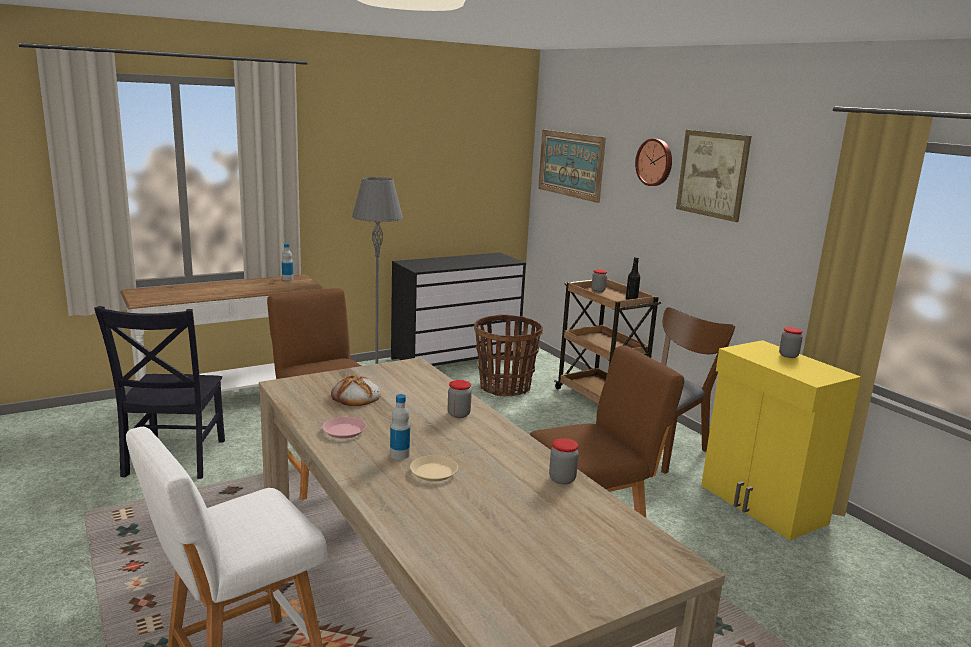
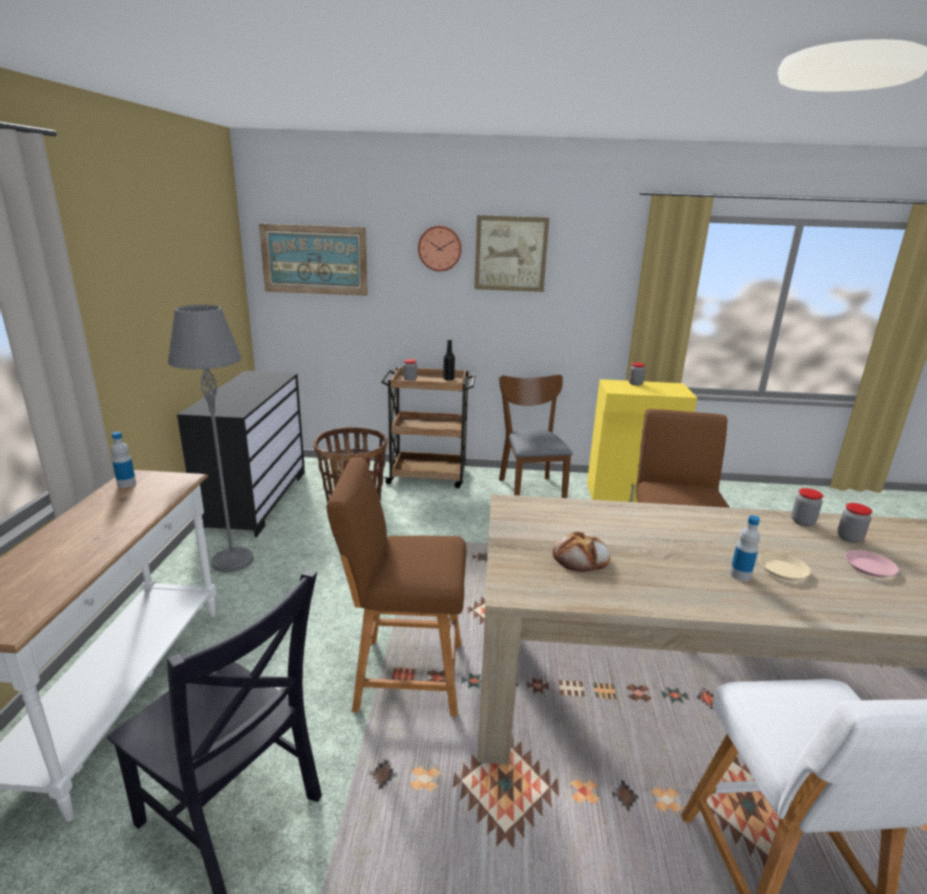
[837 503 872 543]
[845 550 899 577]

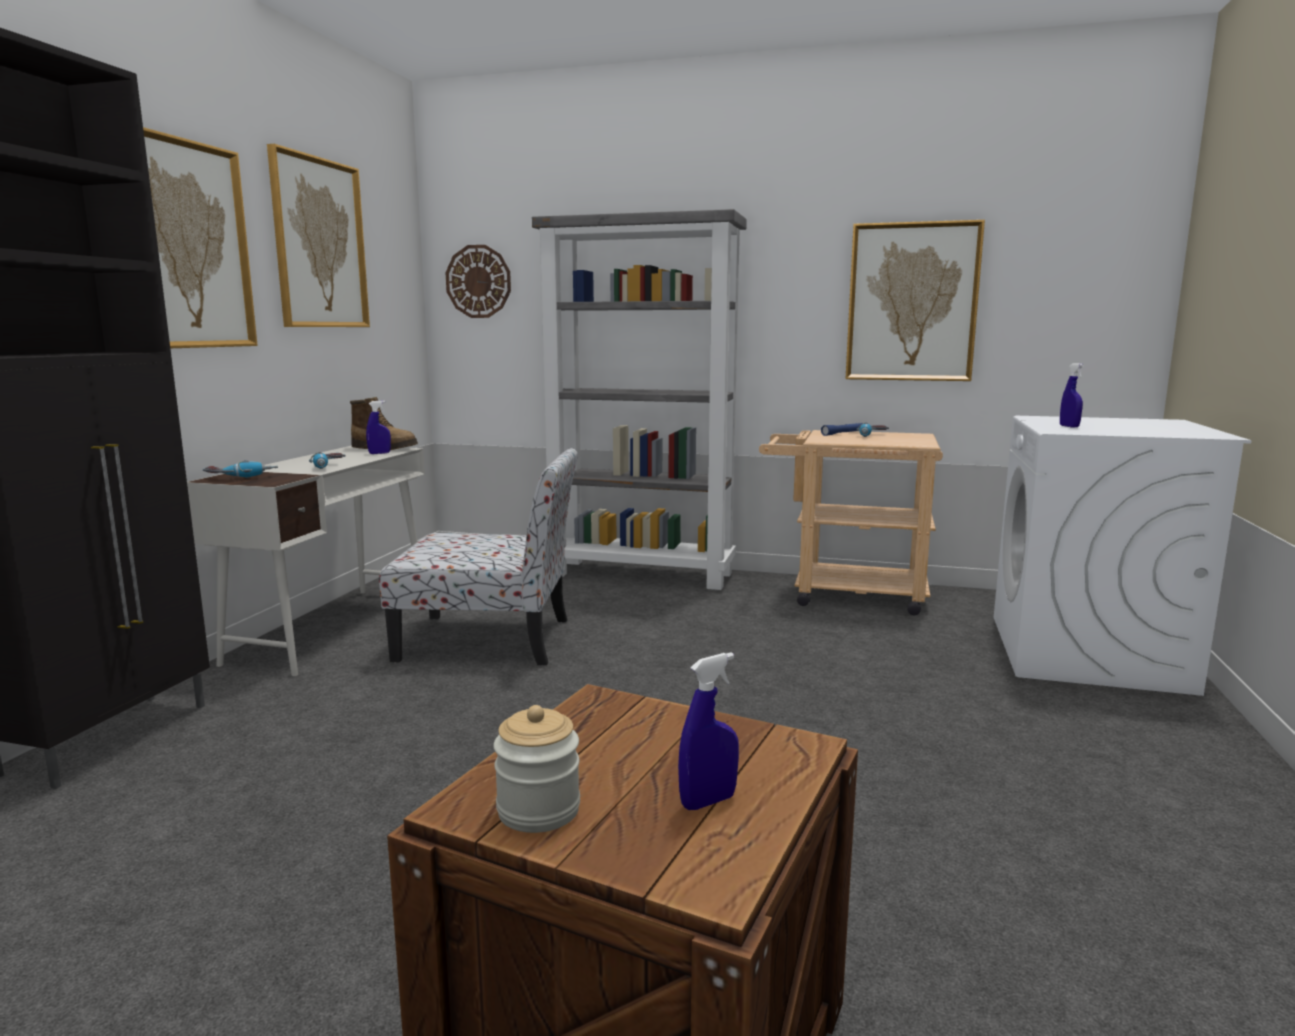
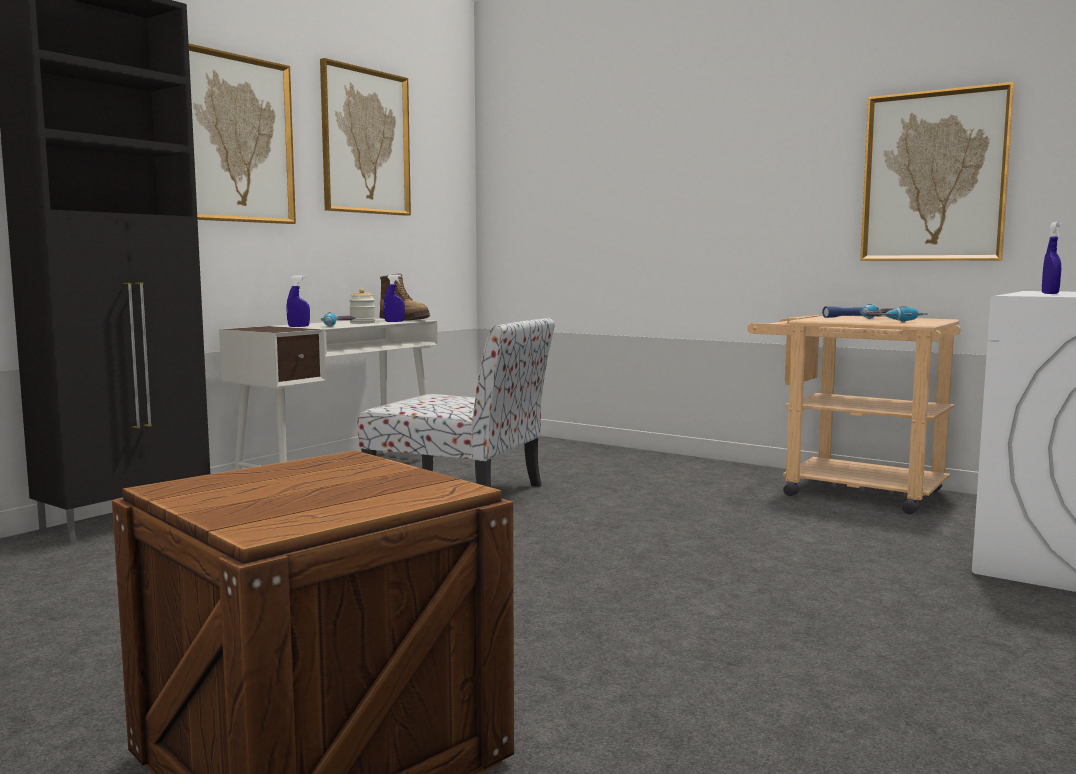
[287 275 310 327]
[349 288 375 324]
[864 306 928 322]
[446 245 511 318] (first image)
[532 209 747 590] (first image)

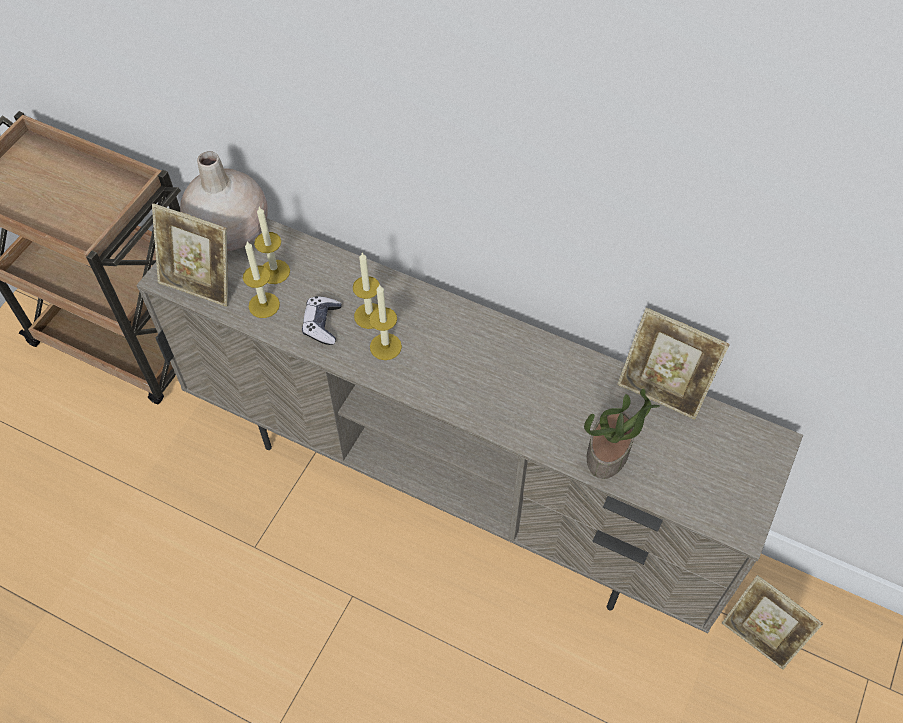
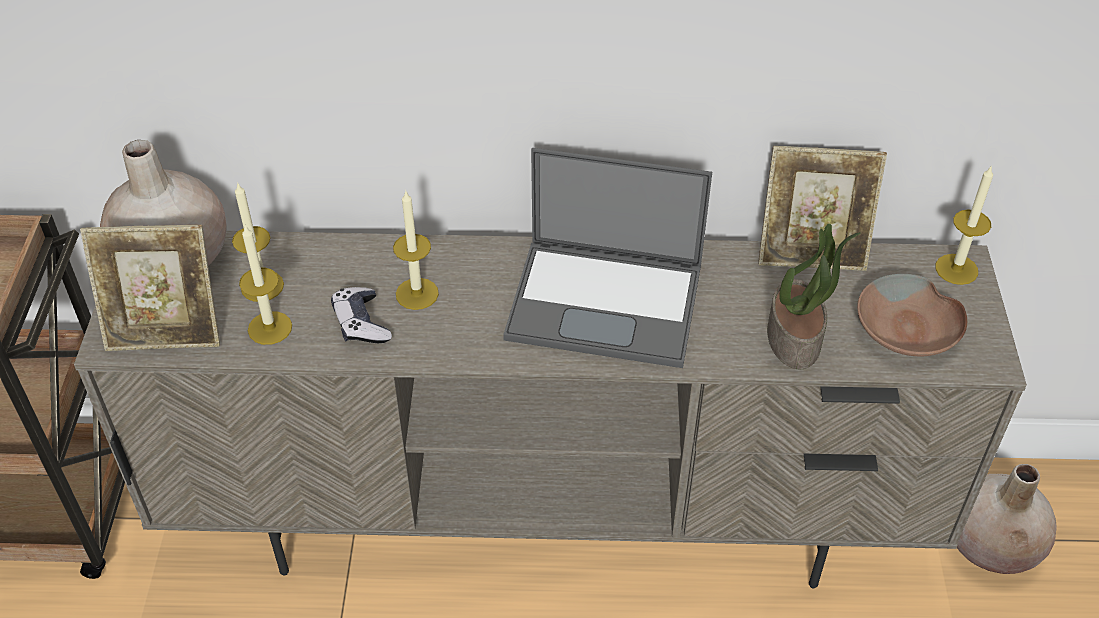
[503 148 712 368]
[857 274 967 356]
[935 165 993 285]
[957 464 1057 574]

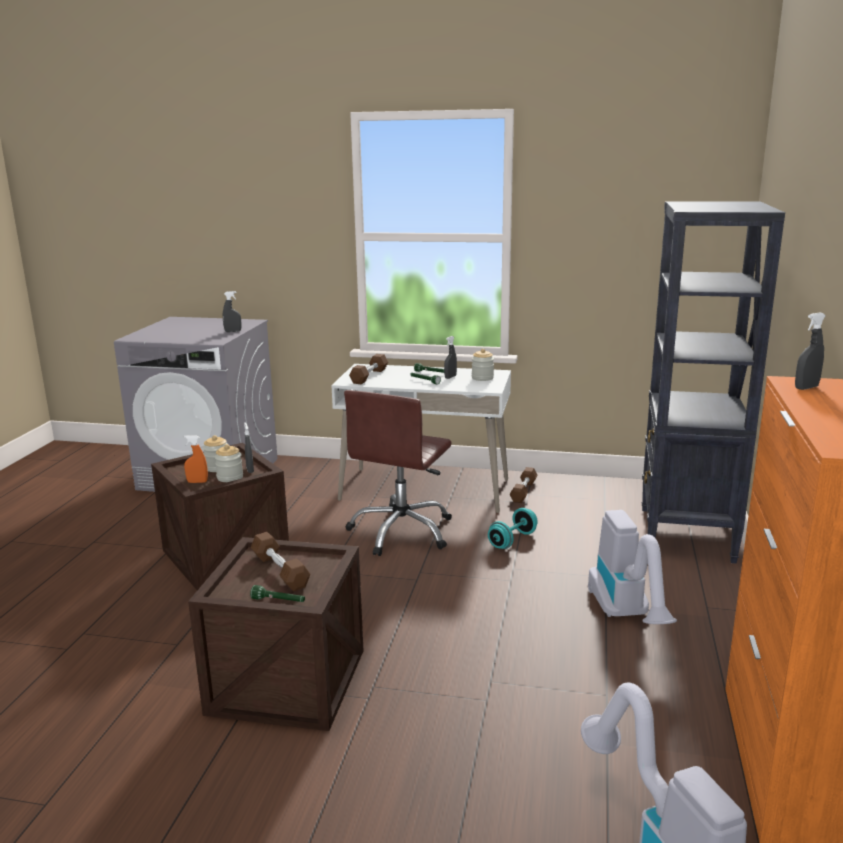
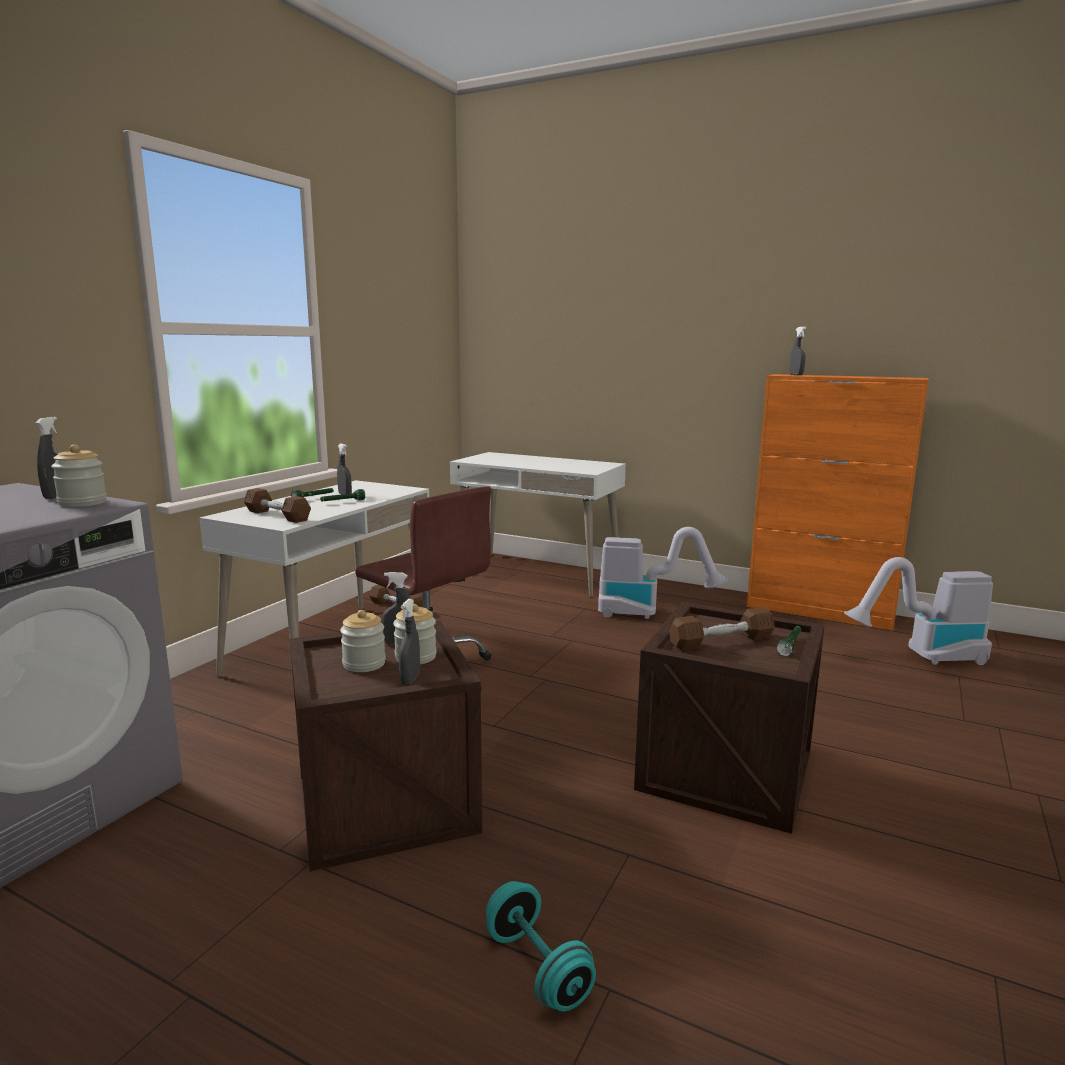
[51 445 107 507]
[399 599 420 685]
[450 452 626 597]
[486 881 596 1012]

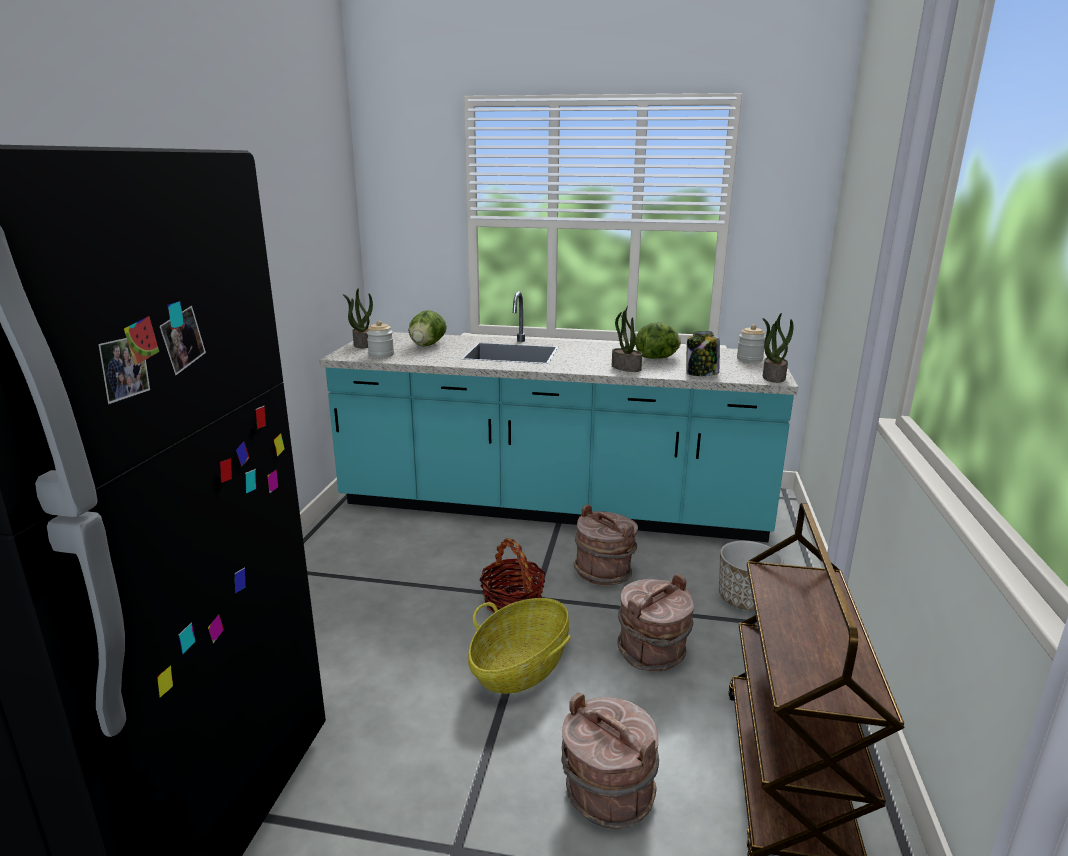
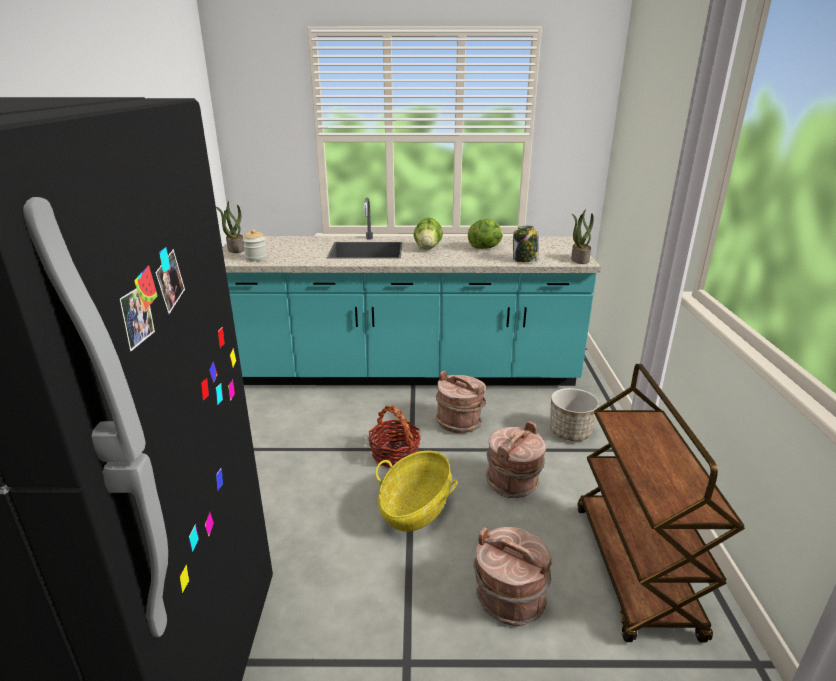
[414 218 443 250]
[612 306 642 372] (first image)
[737 325 766 362] (first image)

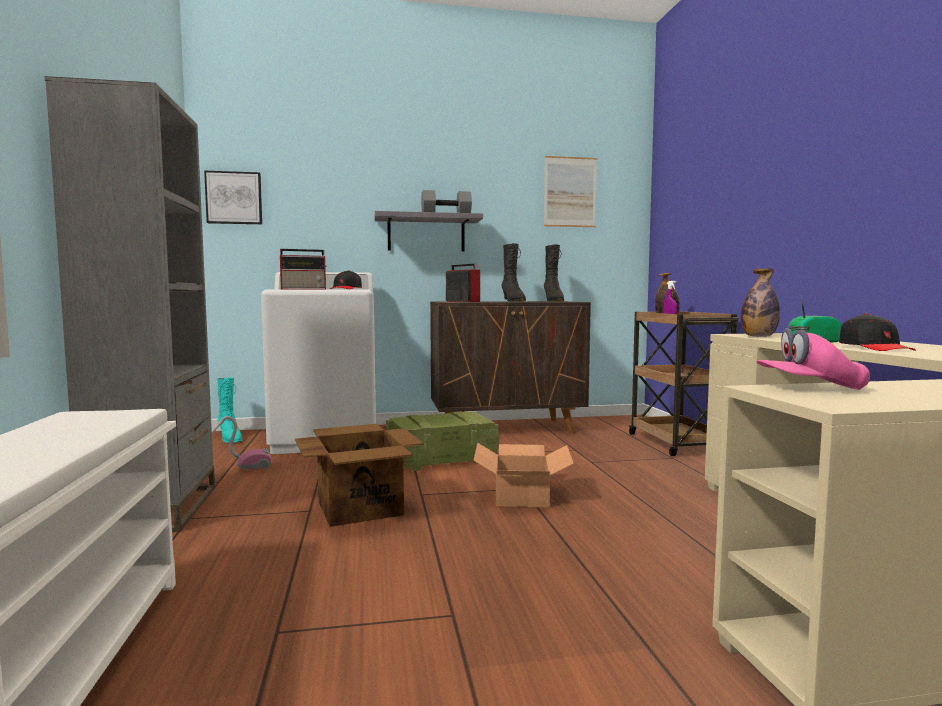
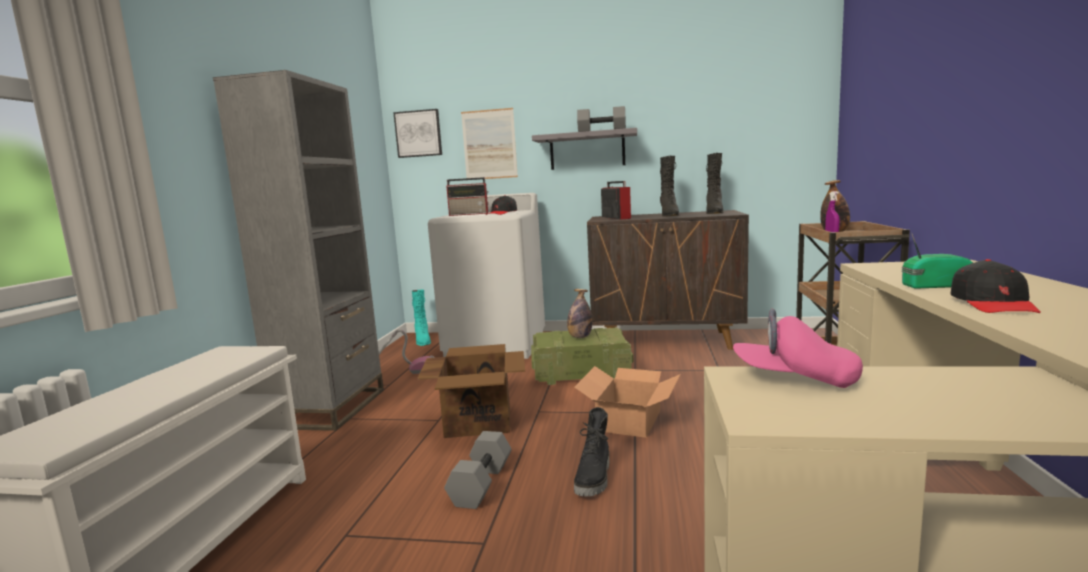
[444 431 512 509]
[461 108 518 179]
[567 289 592 338]
[574 407 609 497]

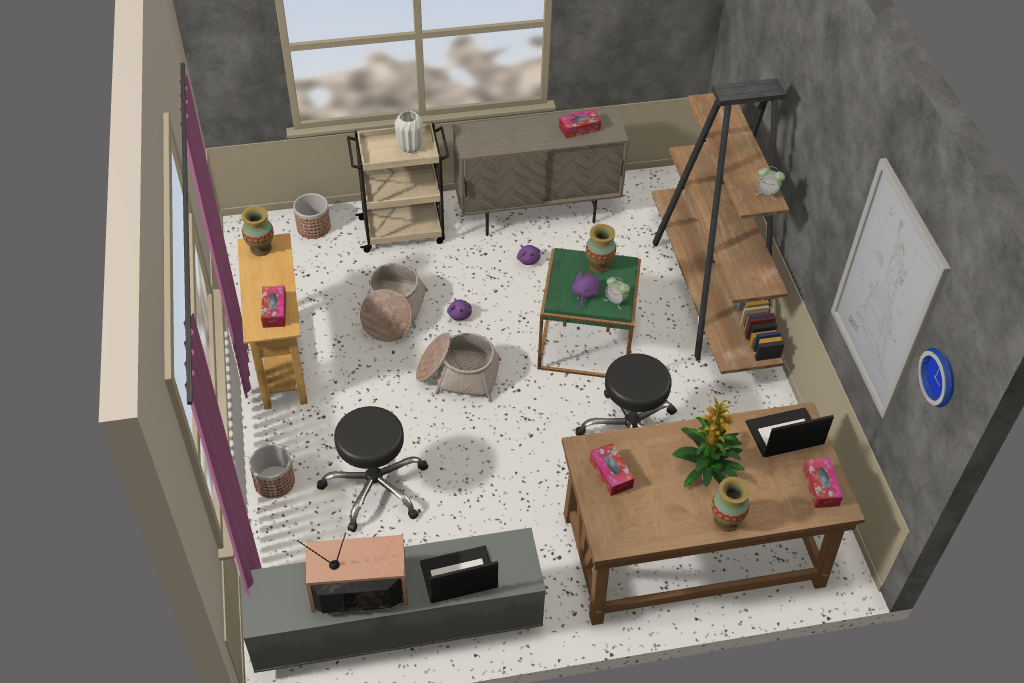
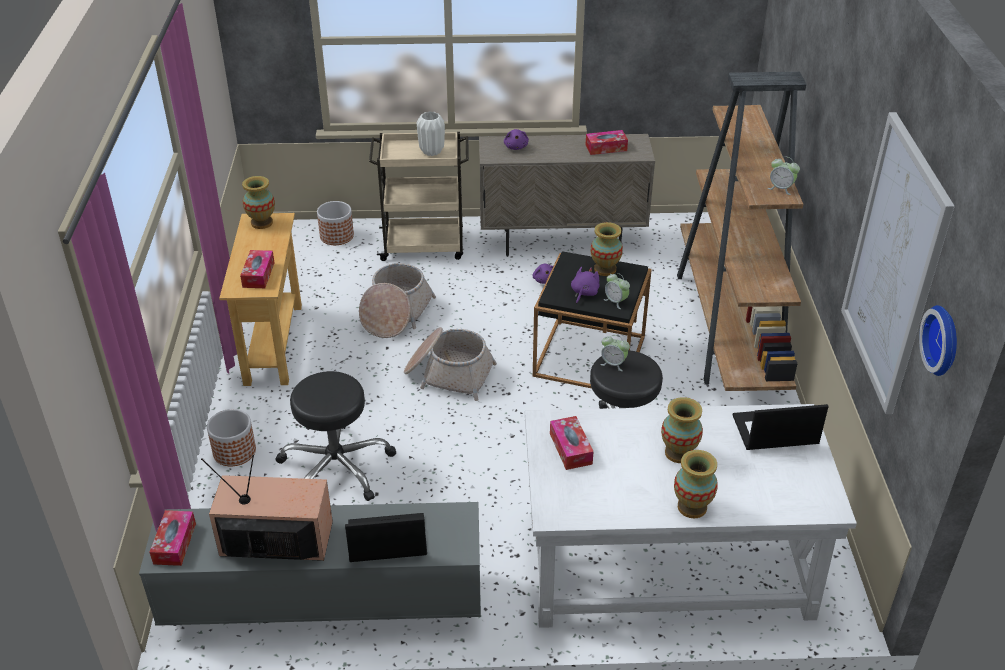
[150 510 196 566]
[504 129 529 150]
[525 404 857 628]
[533 251 652 388]
[600 335 630 371]
[661 397 703 463]

